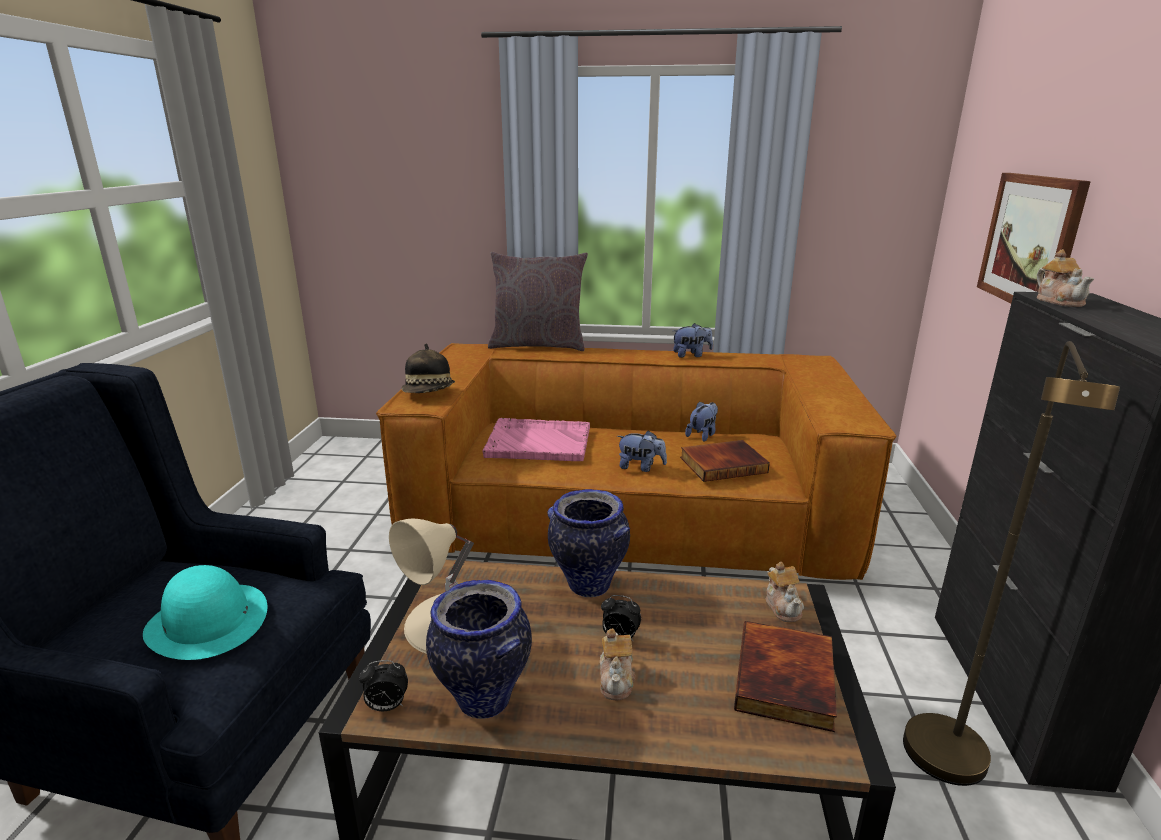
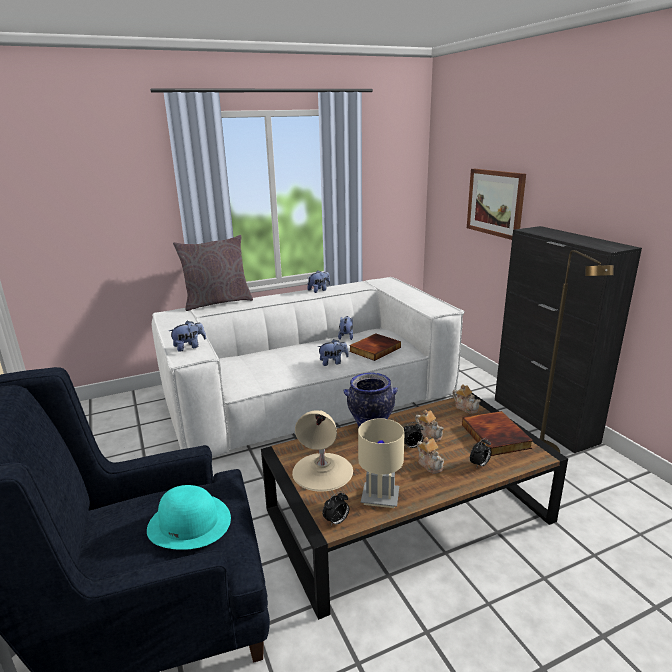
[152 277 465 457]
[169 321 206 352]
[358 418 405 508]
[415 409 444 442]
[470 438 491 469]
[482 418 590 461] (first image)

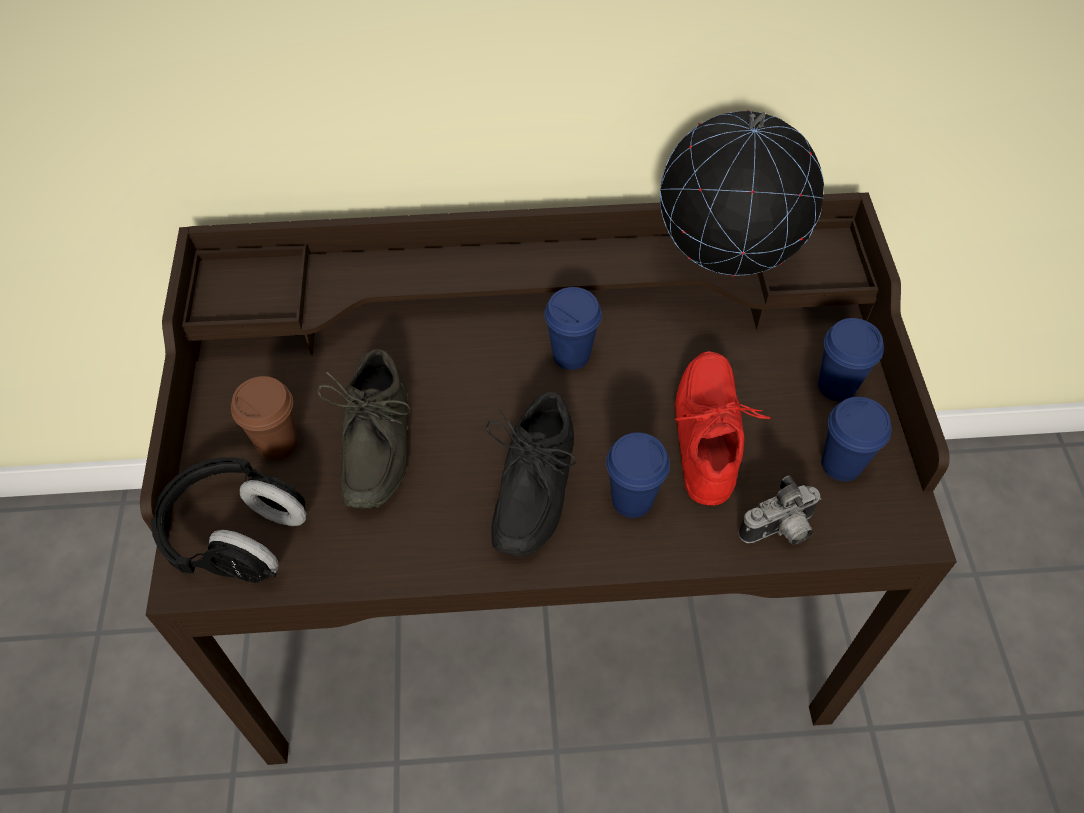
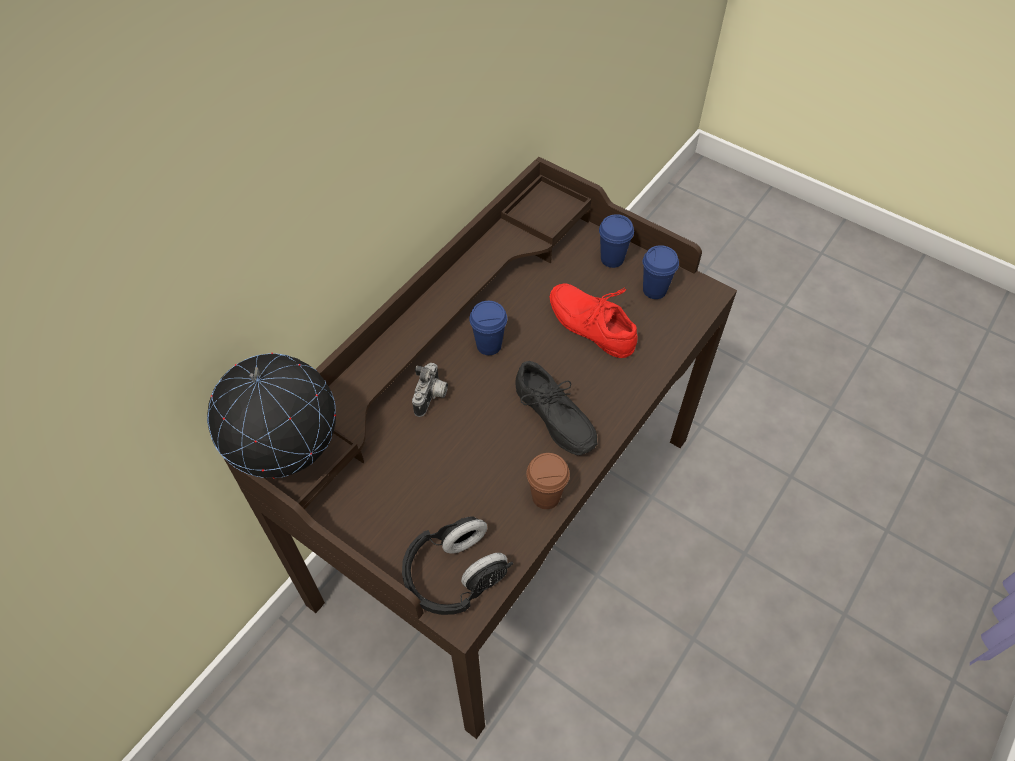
[207 353 336 479]
[412 363 448 417]
[527 453 570 509]
[317 349 411 509] (first image)
[606 432 670 518] (first image)

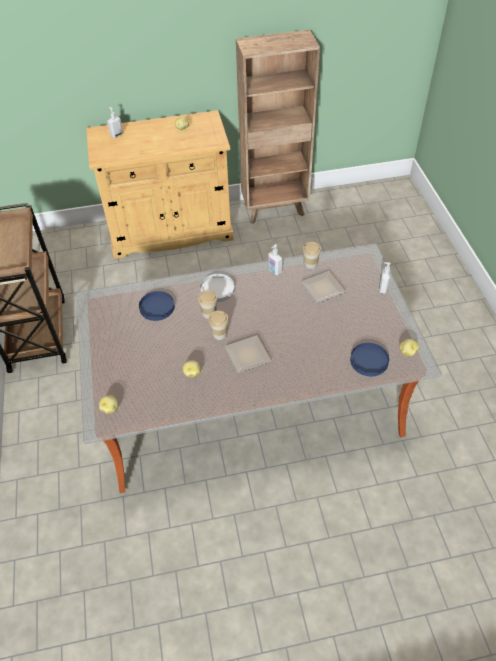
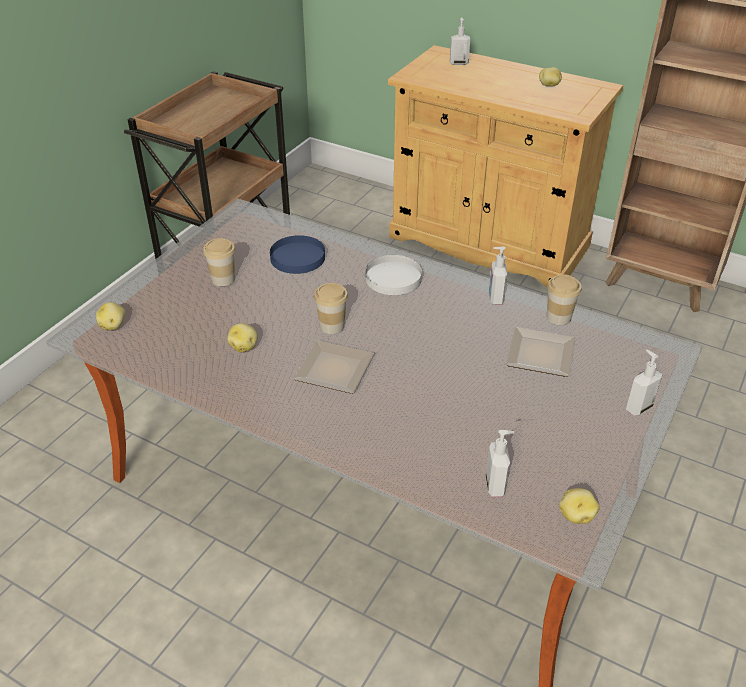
[203 238 235 287]
[486 430 514 497]

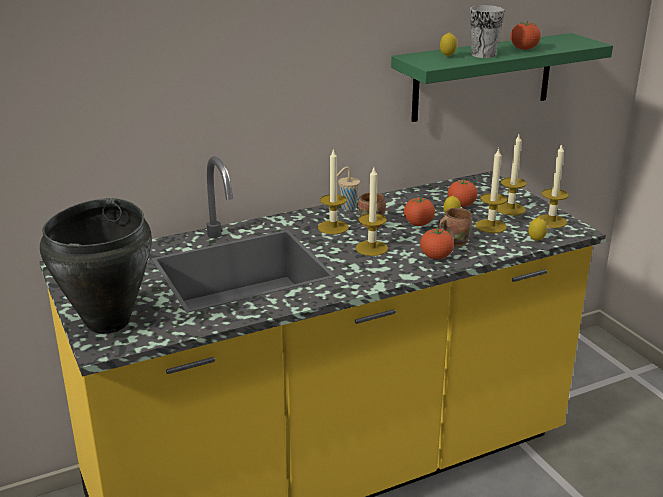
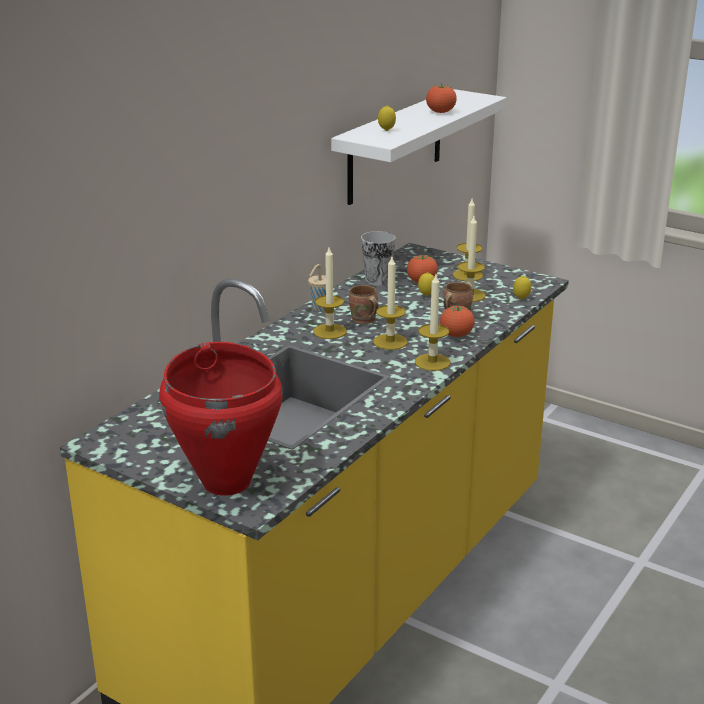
[159 342 283 496]
[331 89 506 205]
[361 231 396 286]
[415 274 450 371]
[404 197 435 226] (first image)

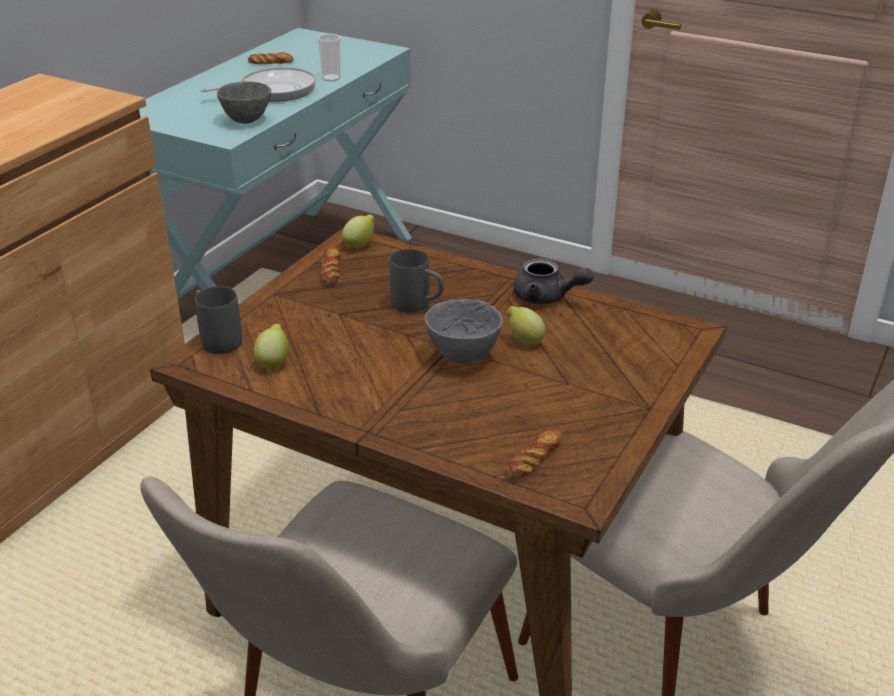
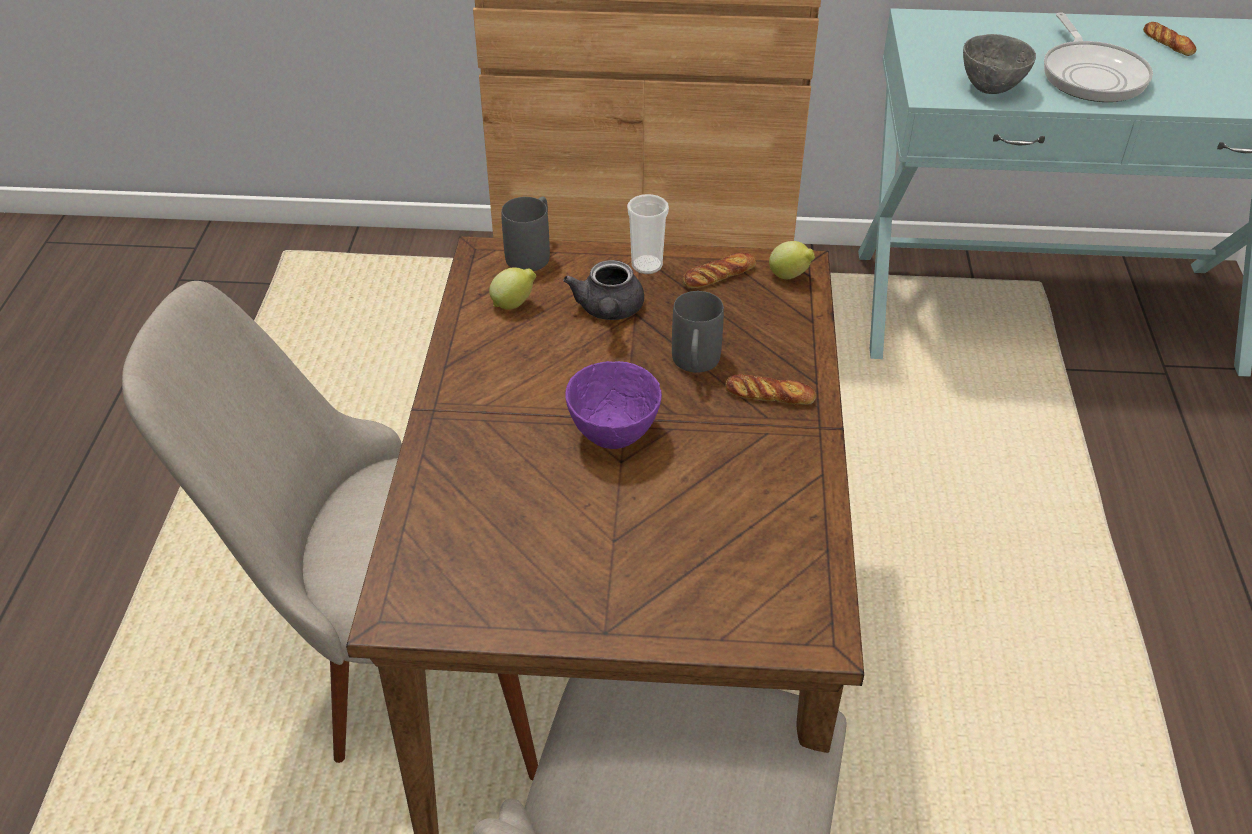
[563 260 644 320]
[565 361 662 449]
[627 194 669 274]
[725 374 816 405]
[1044 12 1153 102]
[507 306 546 346] (first image)

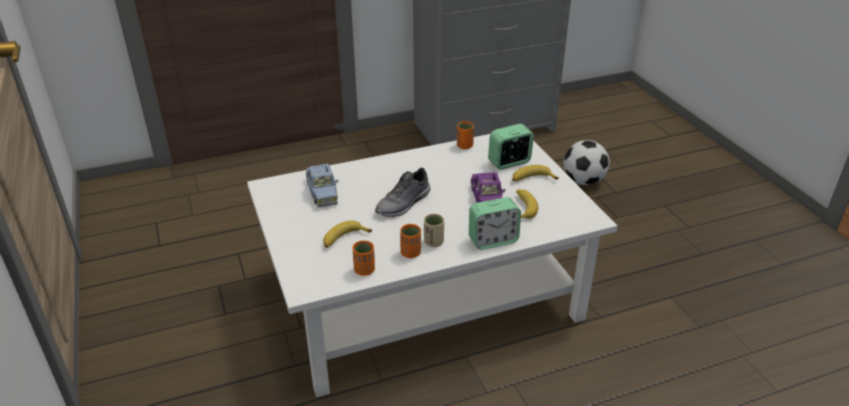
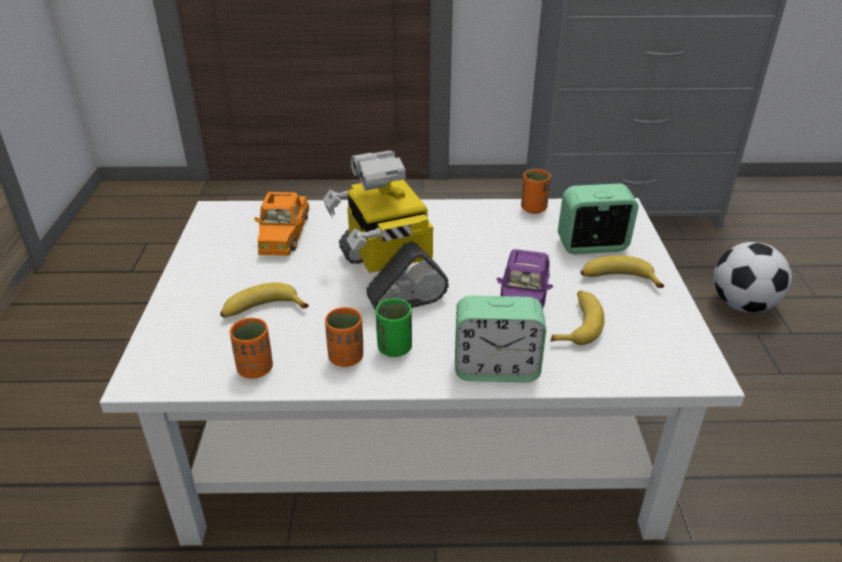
[254 192 309 256]
[323 150 449 311]
[376 298 412 357]

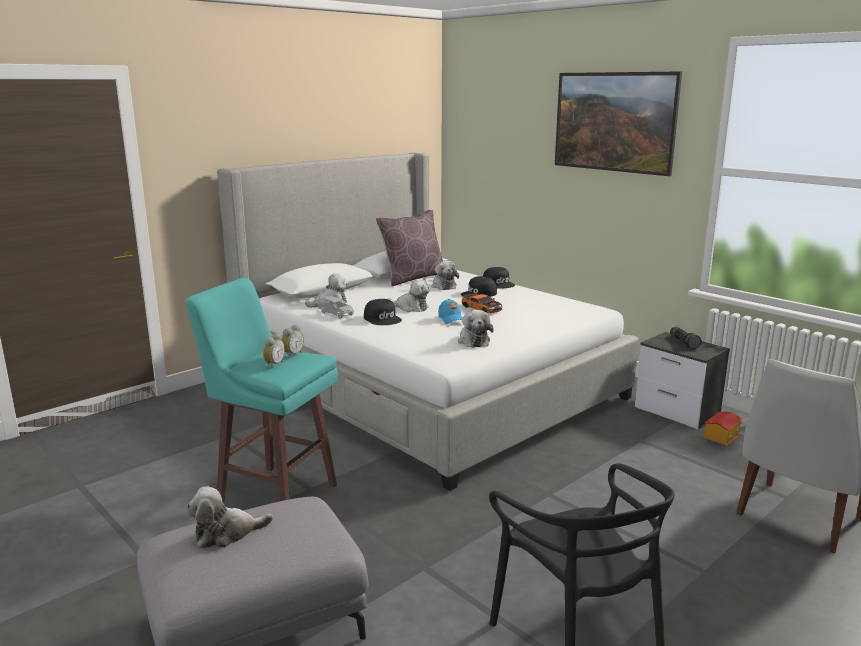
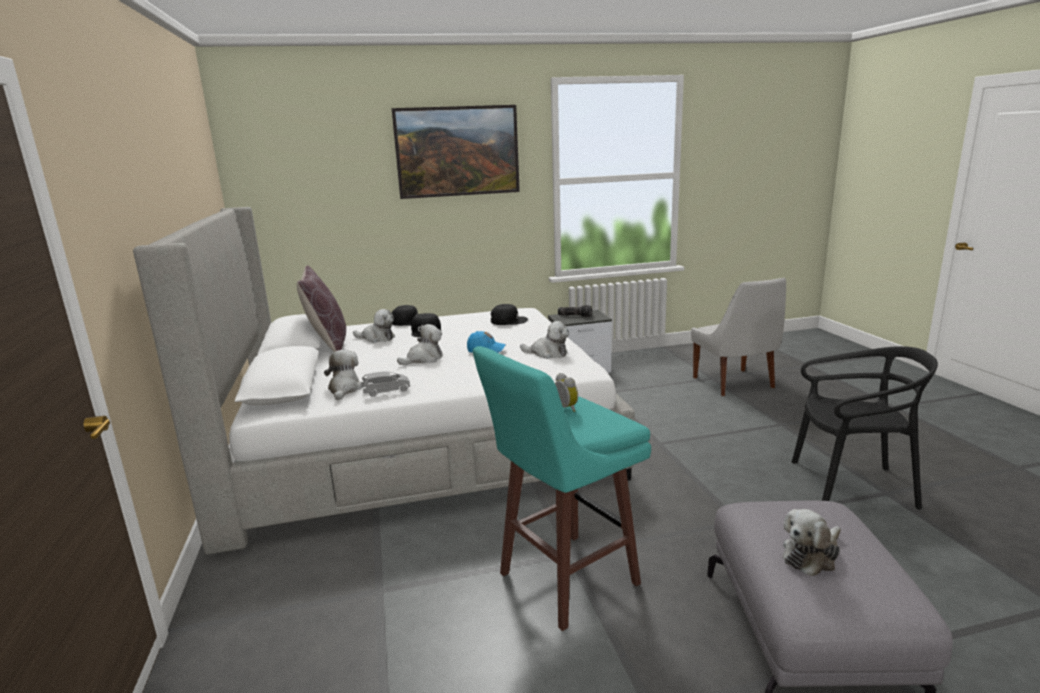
[491 304 528 325]
[783 509 841 576]
[263 333 285 369] (first image)
[462 293 502 313] (first image)
[702 412 743 448] (first image)

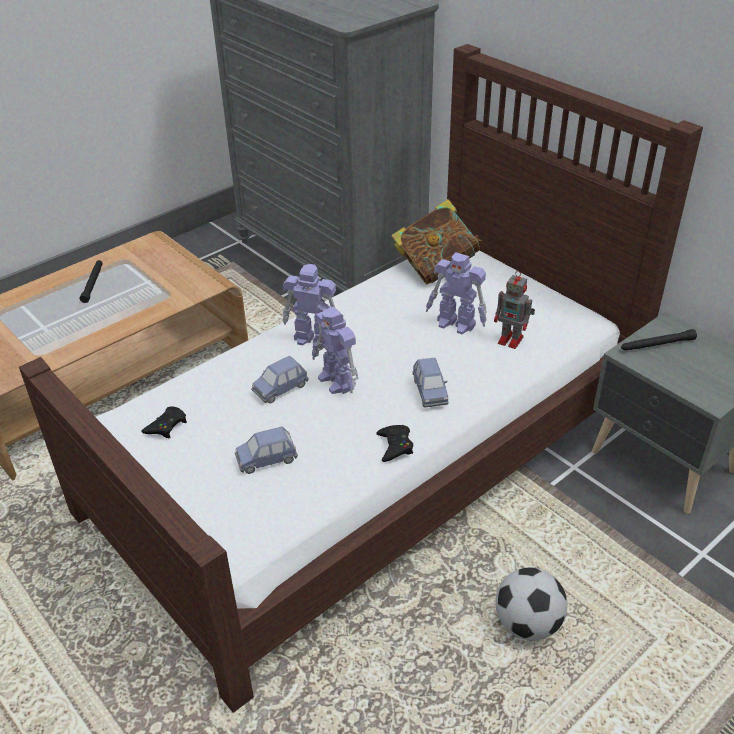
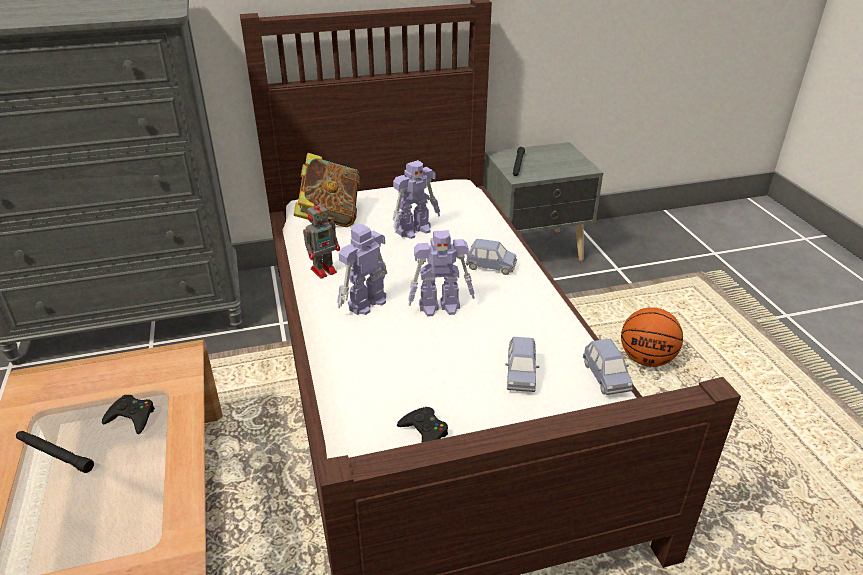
[102 395 155 434]
[303 199 340 278]
[583 339 633 395]
[621 307 683 367]

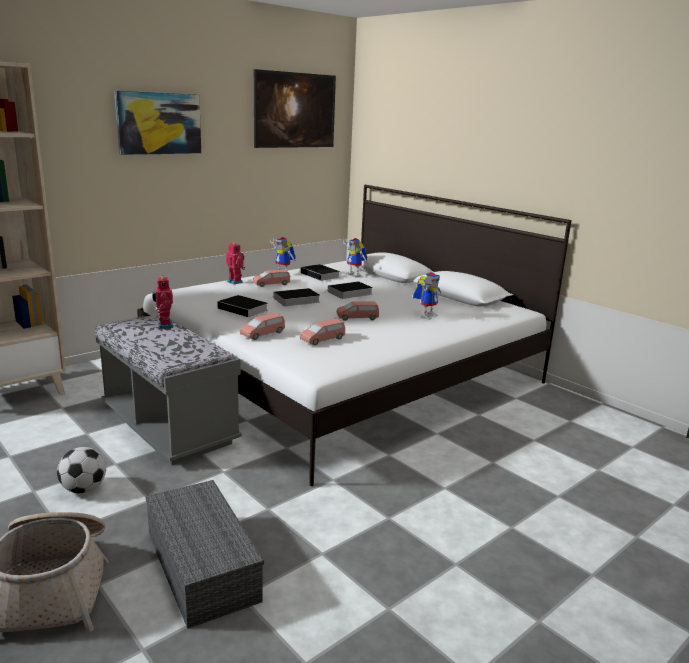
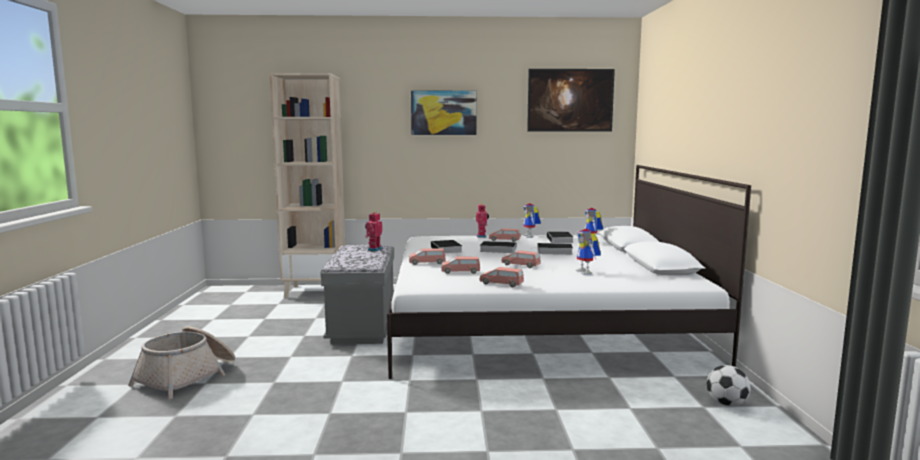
[480 267 524 287]
[575 229 601 275]
[706 365 751 407]
[146 480 264 629] (first image)

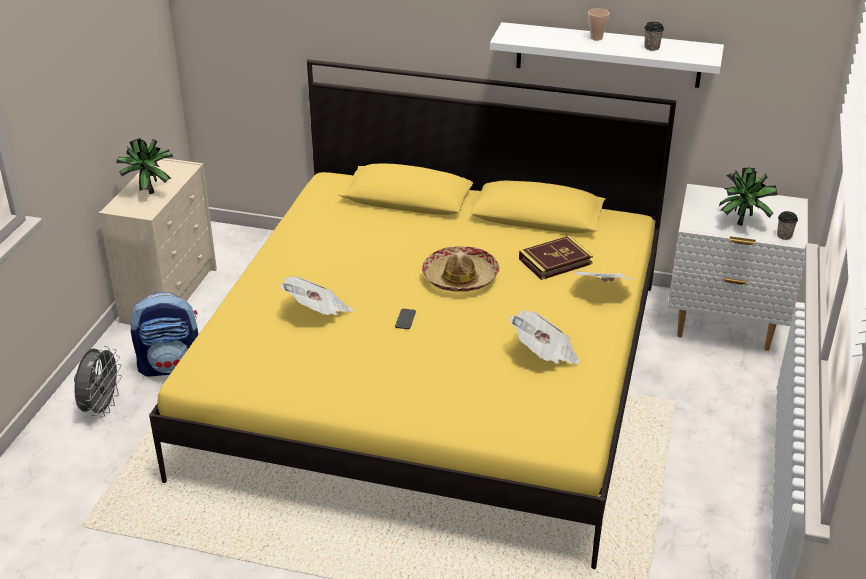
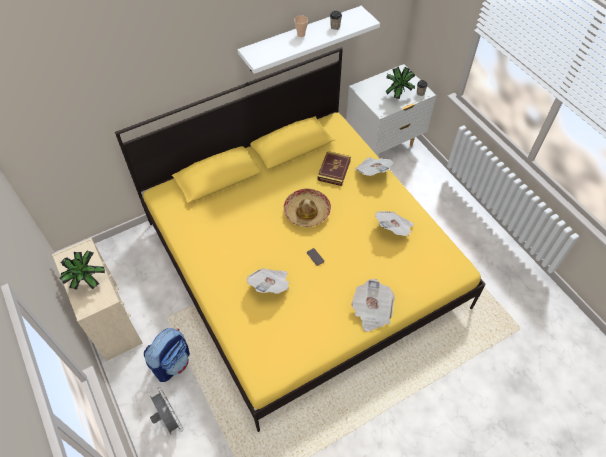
[351 279 395 332]

